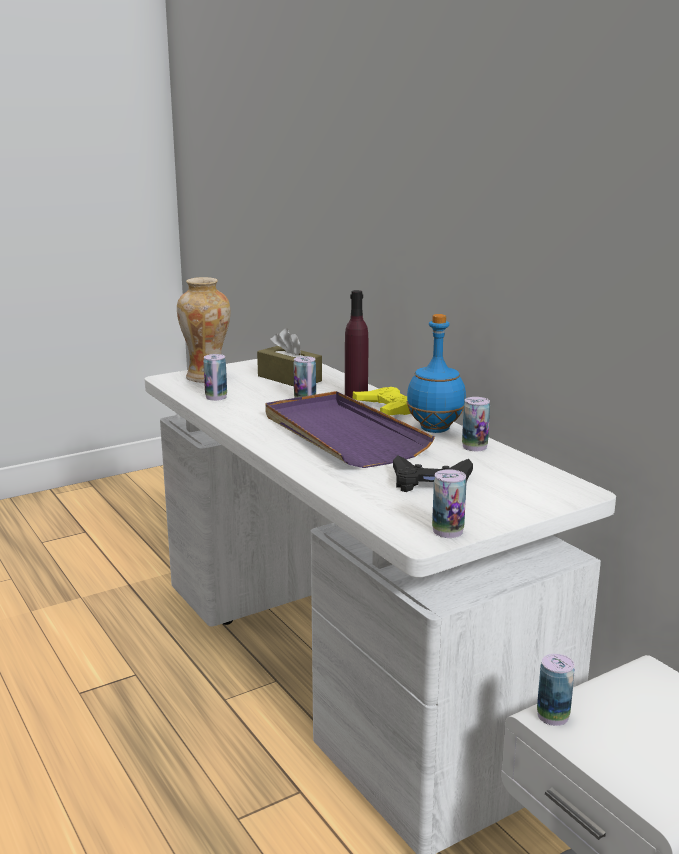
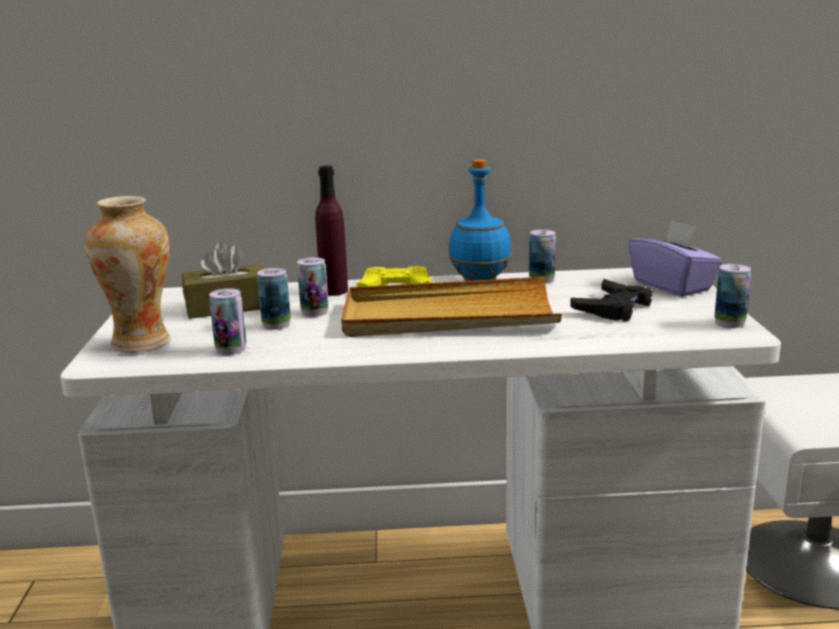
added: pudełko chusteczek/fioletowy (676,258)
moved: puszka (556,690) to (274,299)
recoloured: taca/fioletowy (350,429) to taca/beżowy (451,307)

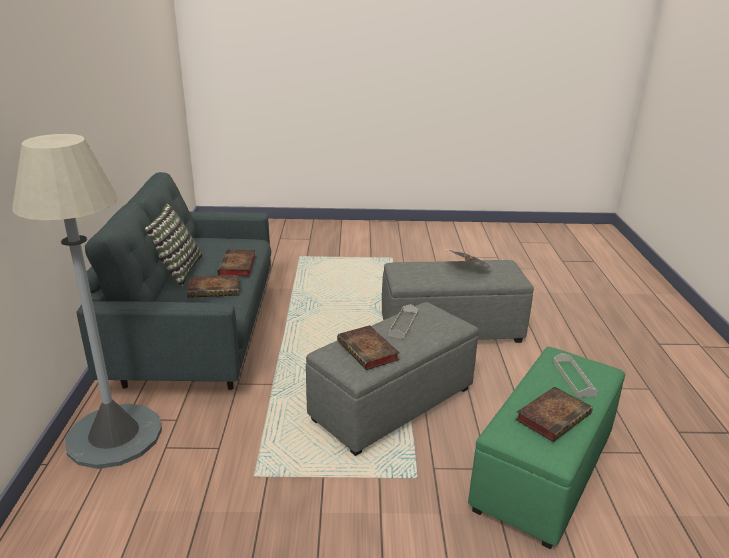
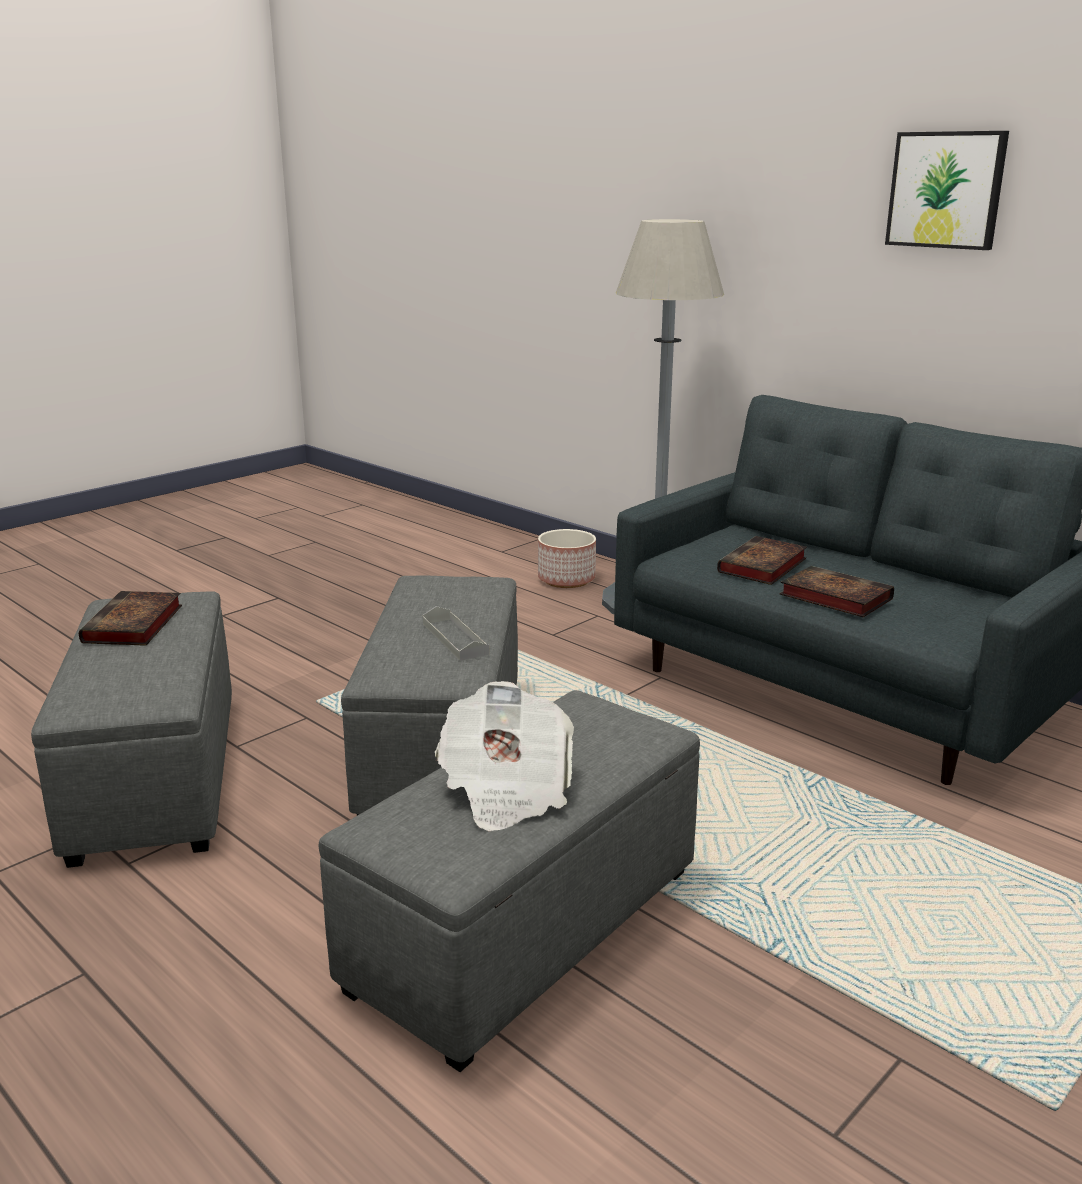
removed: poduszka (174,244); książka (368,347); taca/szary (575,375)
added: donica (567,558); obraz (947,190)
recoloured: pufa/zielony (546,448) to pufa/szary (131,729)

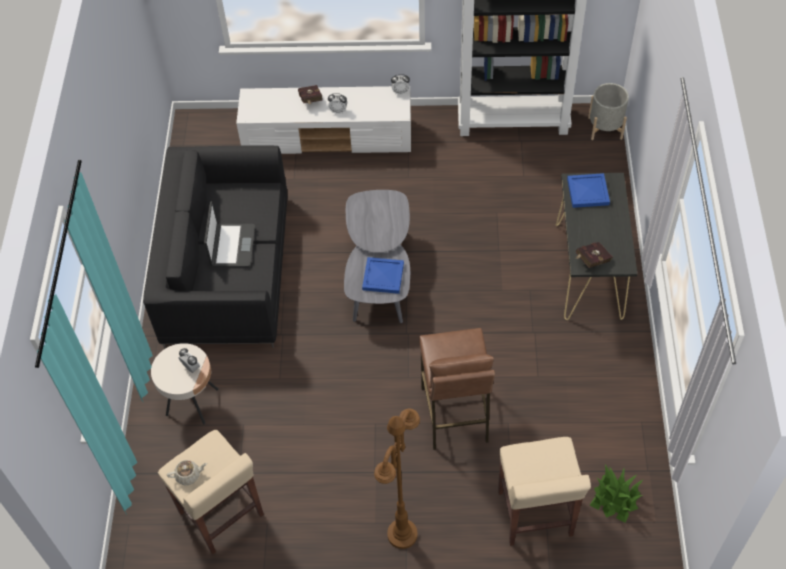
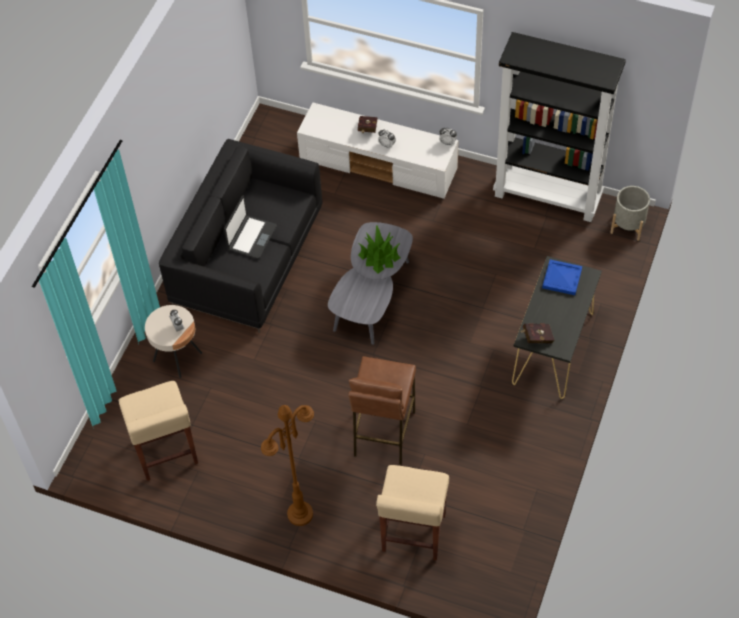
removed: imbryk/beżowy (187,472); taca/niebieski (383,275)
moved: roślina doniczkowa (616,494) to (379,249)

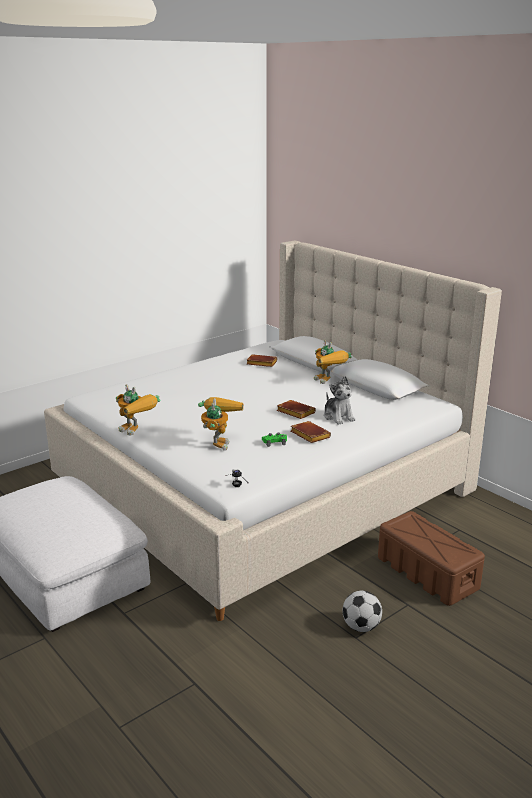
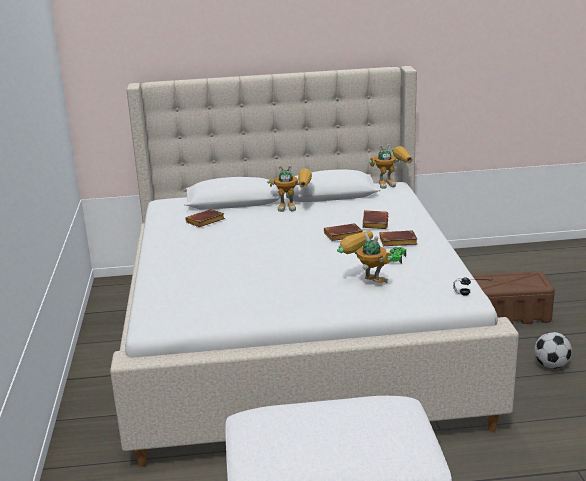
moved: robot zabawkowy (138,410) to (391,166)
replaced: pluszak (339,400) to książka/brązowy (375,219)

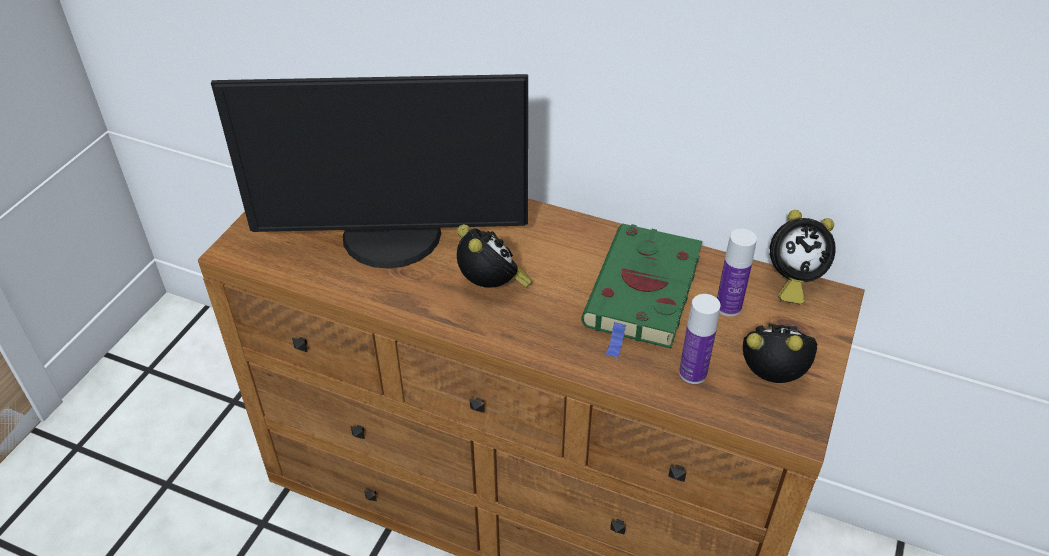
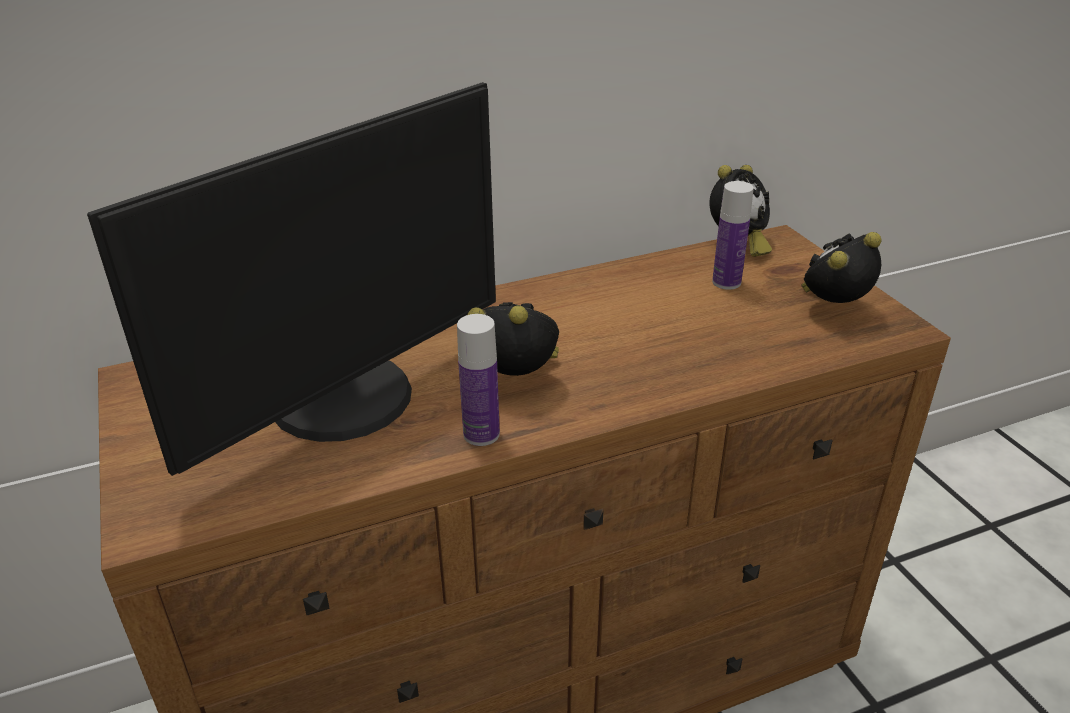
removed: książka/zielony (641,291)
moved: butelka (700,339) to (478,380)

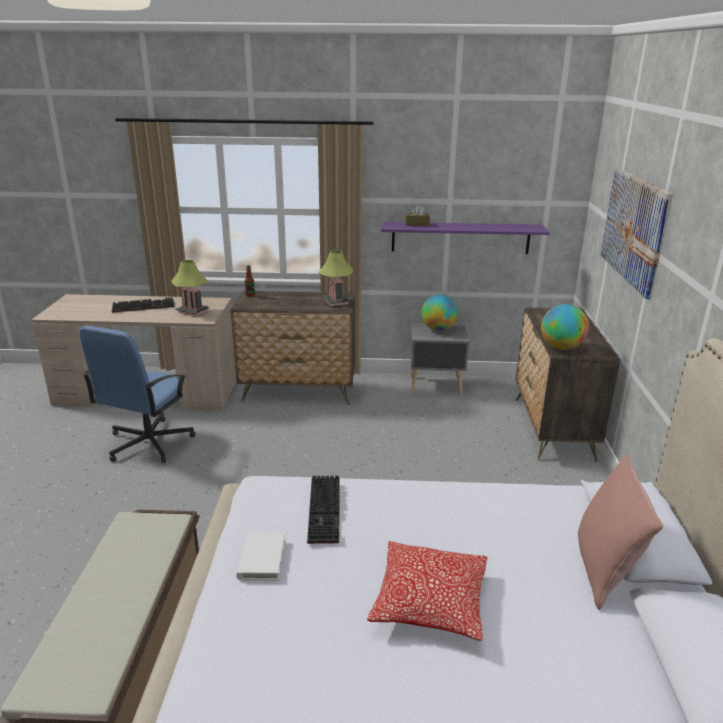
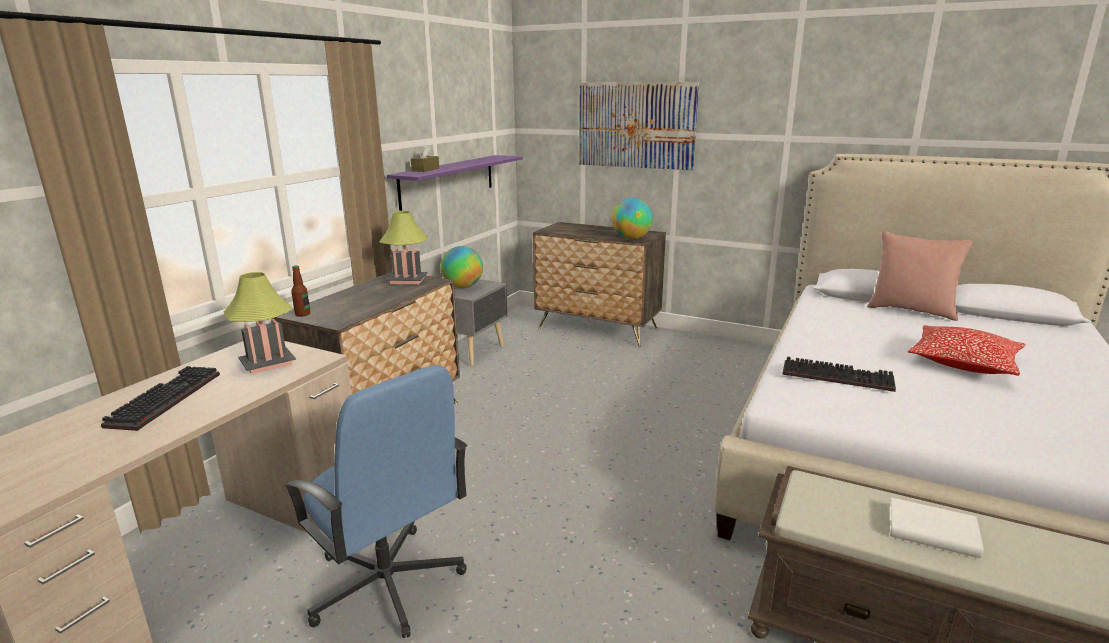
moved: książka/biały (261,556) to (936,528)

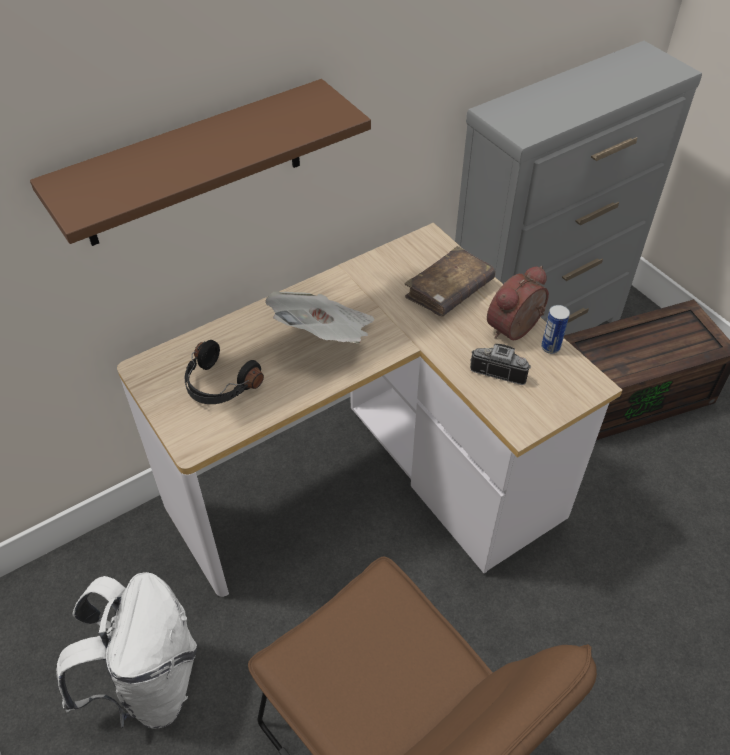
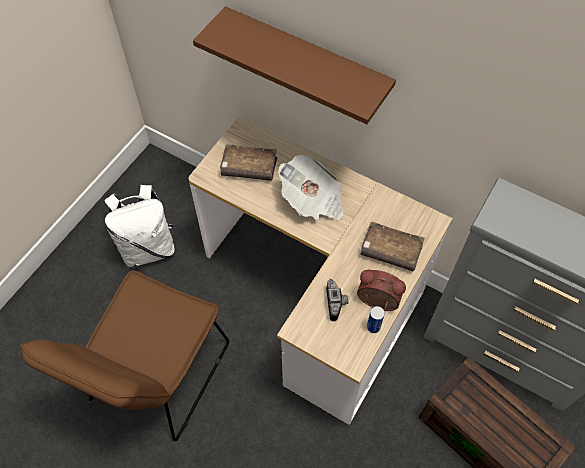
replaced: słuchawki/czarny (224,372) to książka/brązowy (248,162)

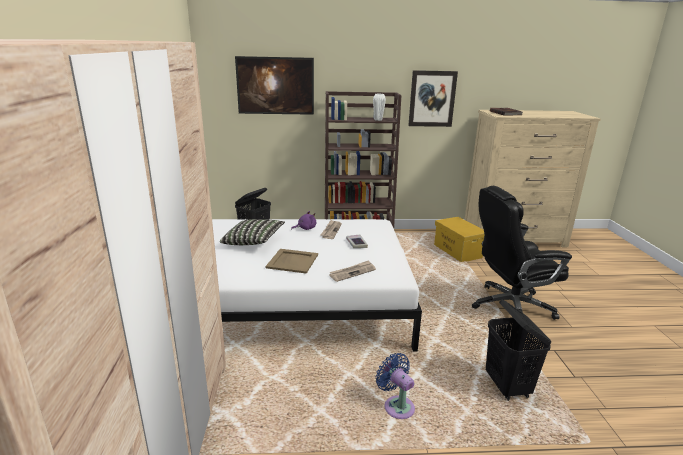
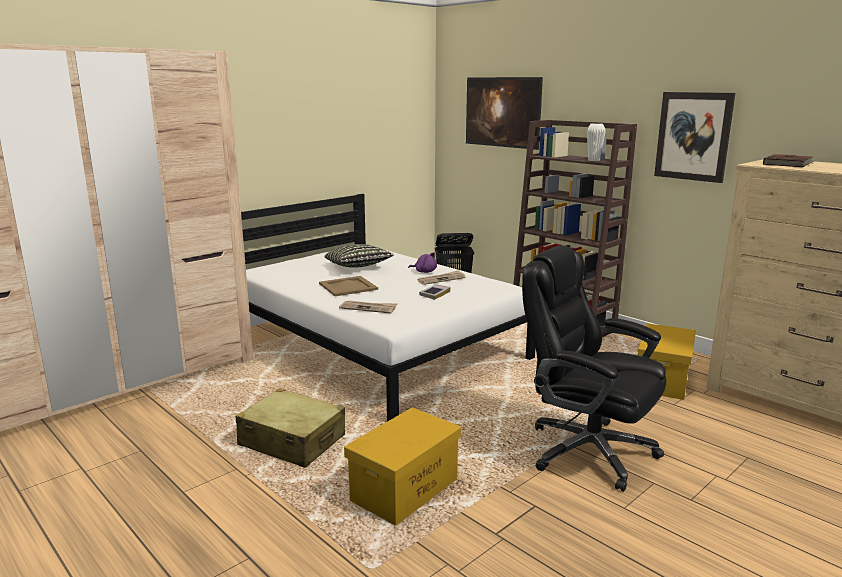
replaced: wentylator/niebieski (395,386) to walizka/beżowy (290,428); kosz na pranie/czarny (519,350) to pojemnik do przechowywania/żółty (403,466)

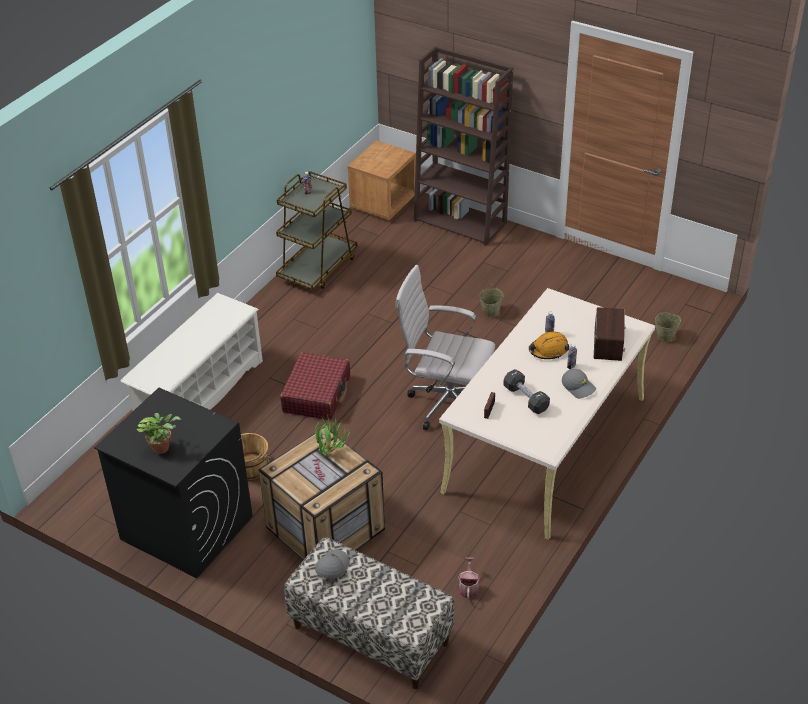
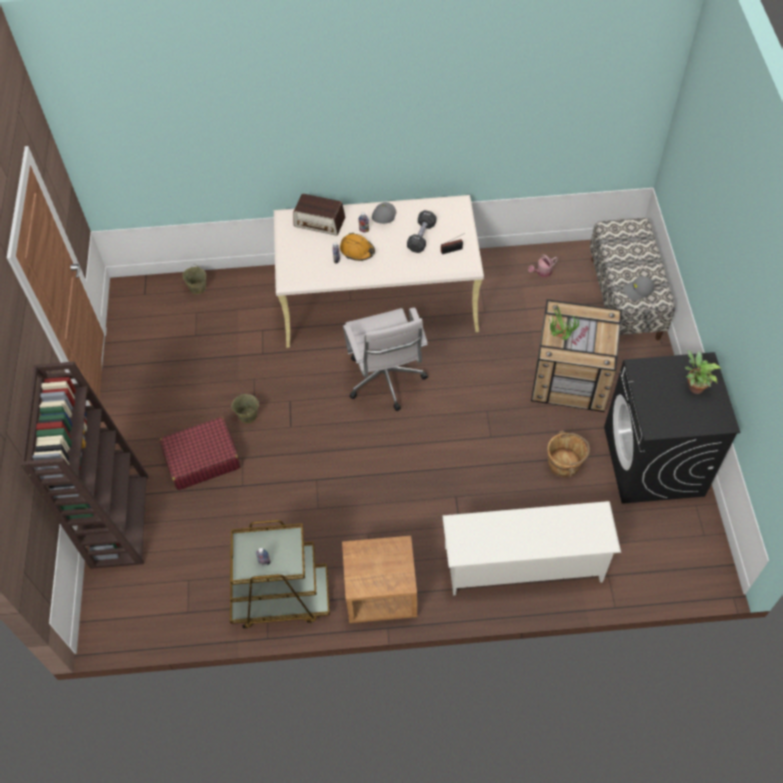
moved: walizka/czerwony (315,386) to (200,453); szafka nocna/brązowy (382,180) to (379,579)
turned: radio (610,334) = (319,214) 135 degrees counterclockwise

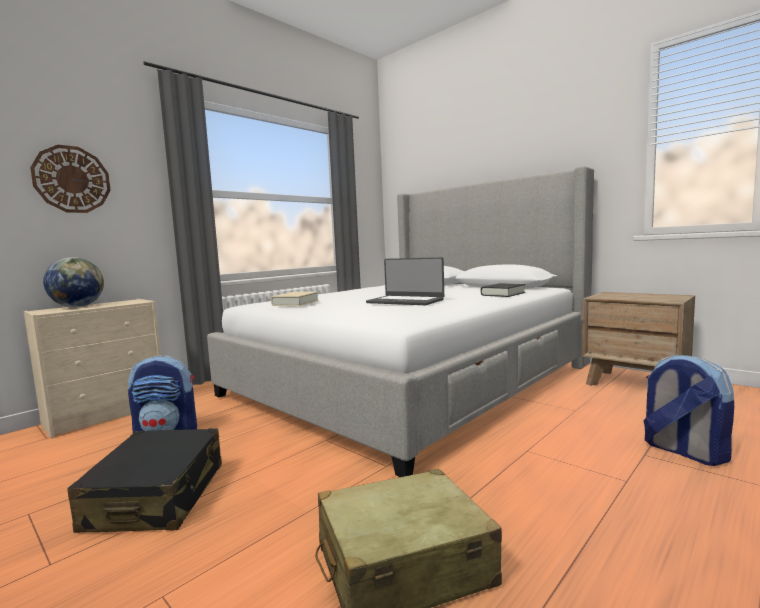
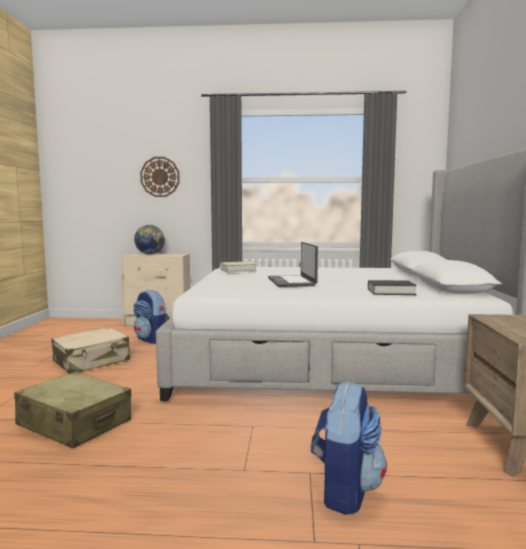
recoloured: walizka/czarny (144,480) to walizka/beżowy (90,350)

